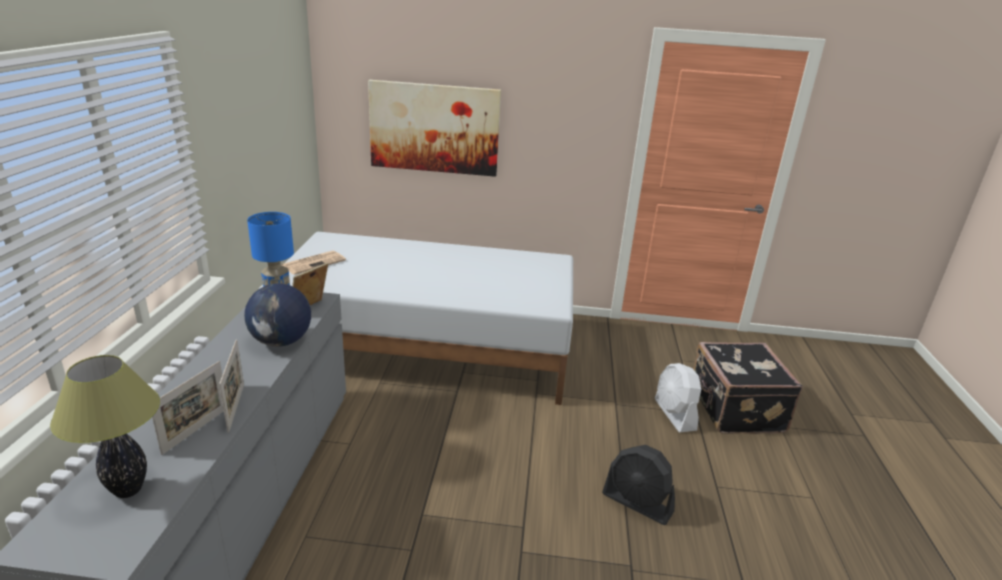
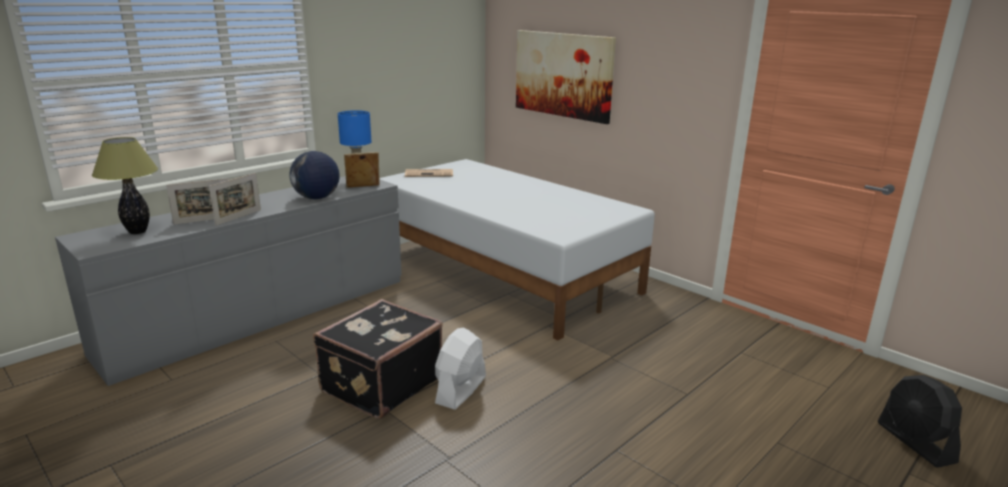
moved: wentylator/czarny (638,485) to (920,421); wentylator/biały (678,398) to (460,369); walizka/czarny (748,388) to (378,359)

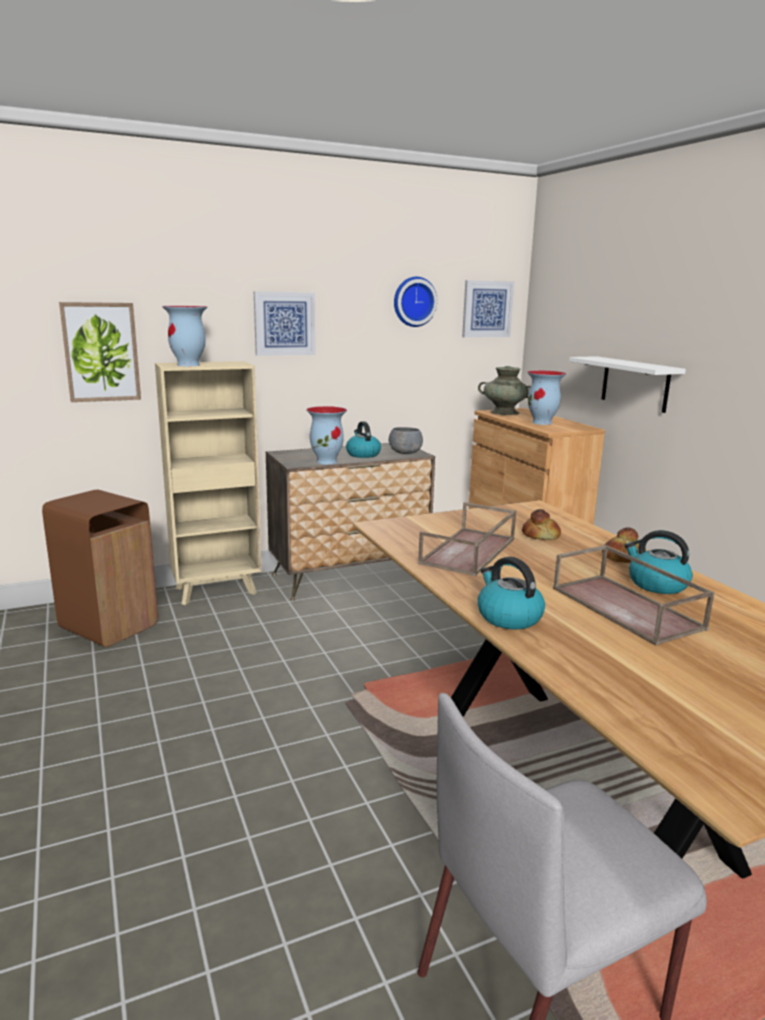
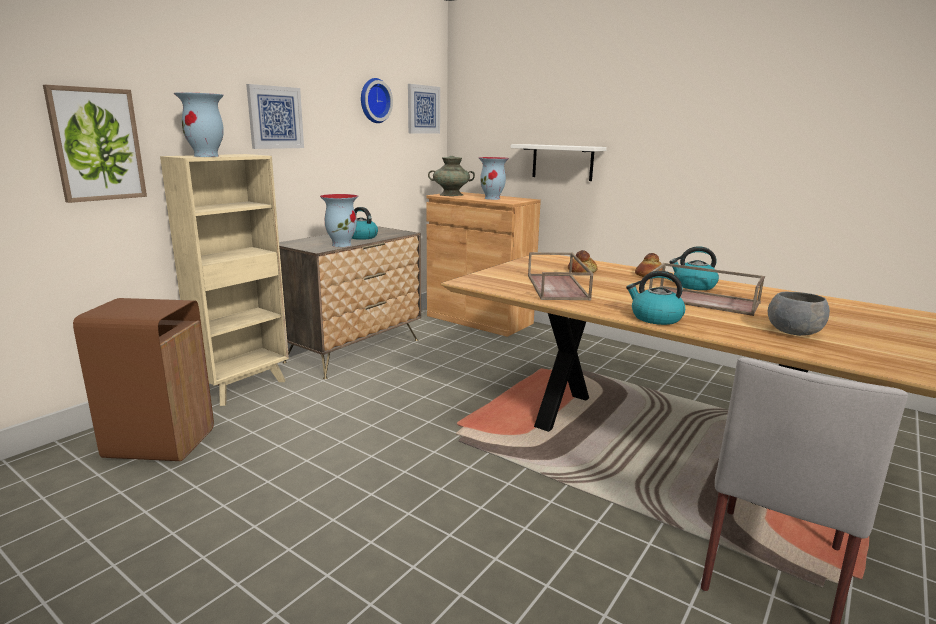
moved: miska/szary (406,440) to (799,314)

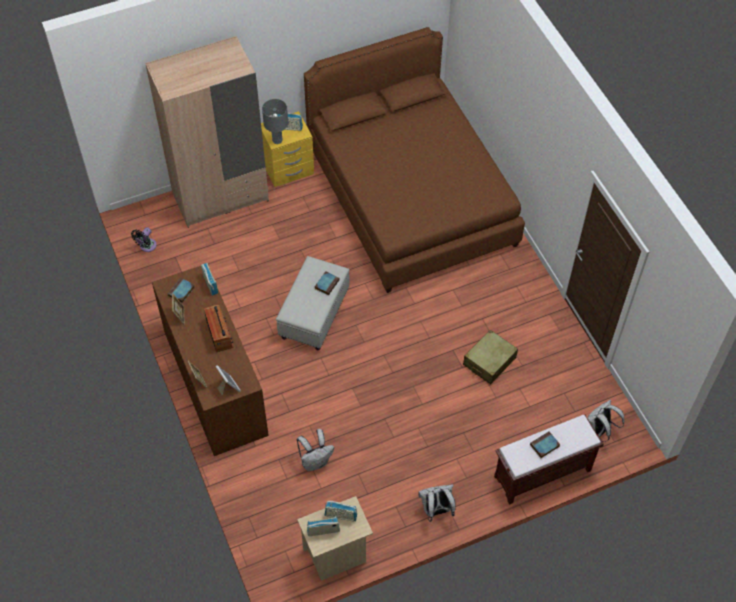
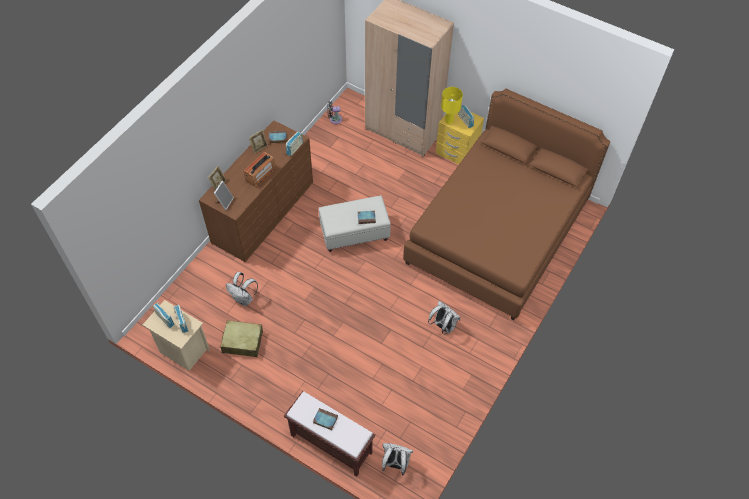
moved: plecak/biały (437,503) to (444,318); walizka/beżowy (490,357) to (241,338)
recoloured: lampa stołowa/szary (275,121) to lampa stołowa/żółty (452,105)

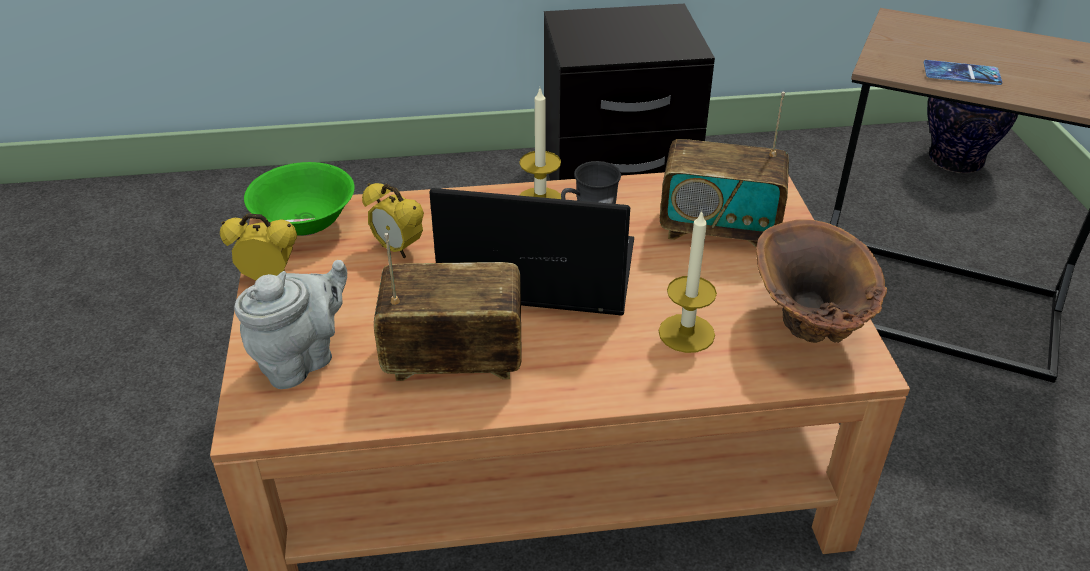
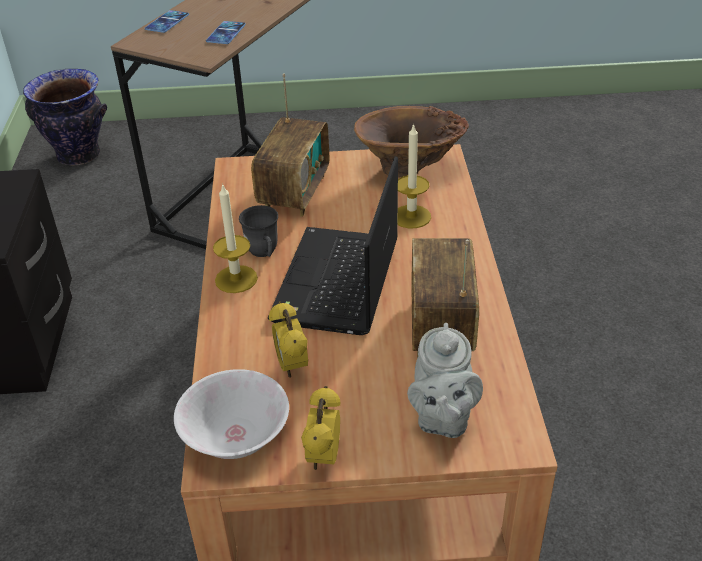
added: telefon (167,21)
recoloured: miska/zielony (299,199) to miska/biały (231,414)
turned: imbryk/szary (290,324) = (445,380) 135 degrees counterclockwise; budzik (393,220) = (288,340) 120 degrees clockwise

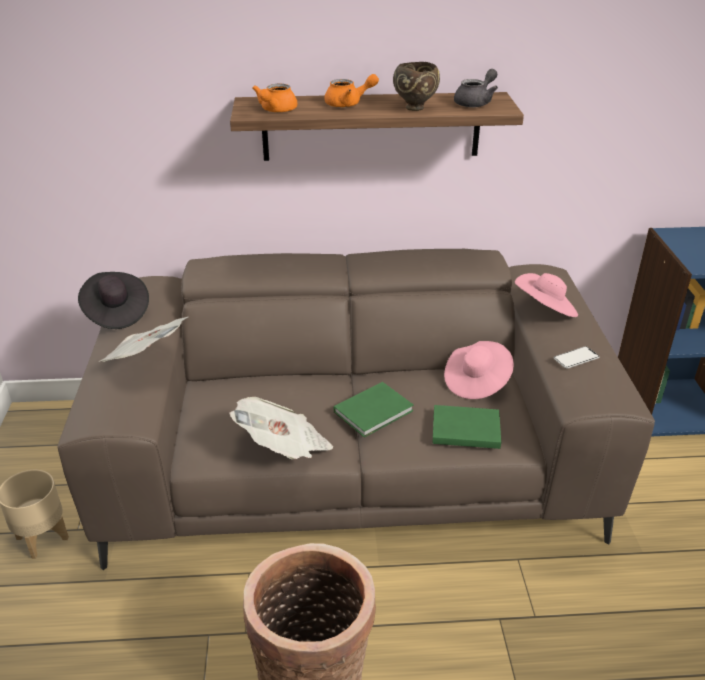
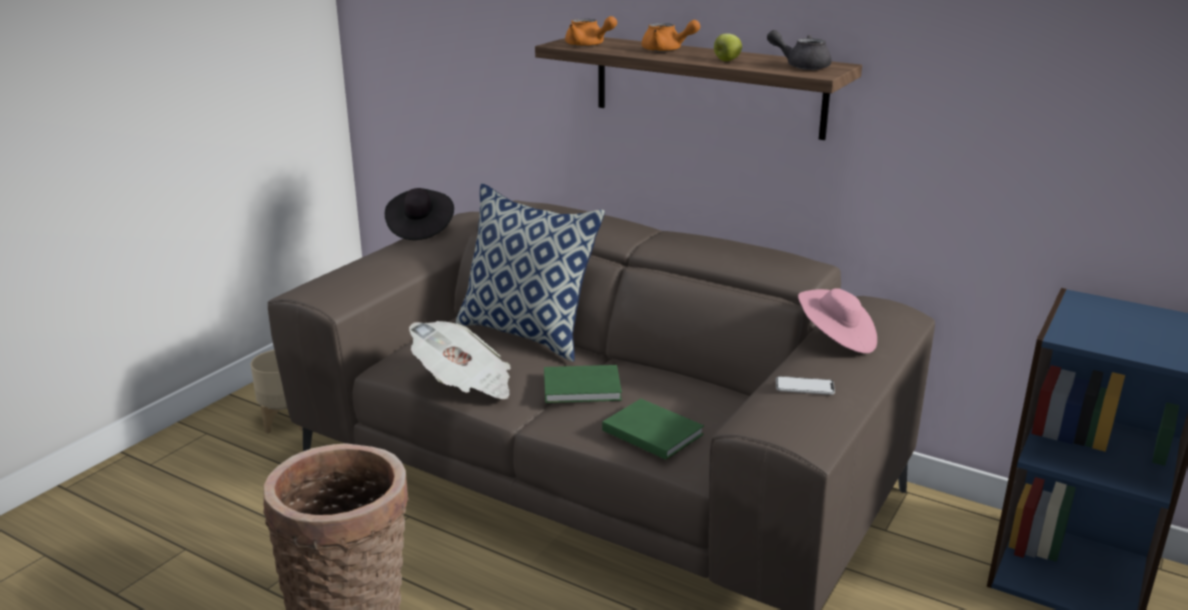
removed: gazeta (143,339); kapelusz/różowy (479,370)
added: poduszka (530,272)
replaced: miska/brązowy (416,86) to jabłko (728,47)
turned: imbryk/pomarańczowy (274,98) = (591,31) 105 degrees counterclockwise; imbryk/szary (476,88) = (799,50) 150 degrees counterclockwise

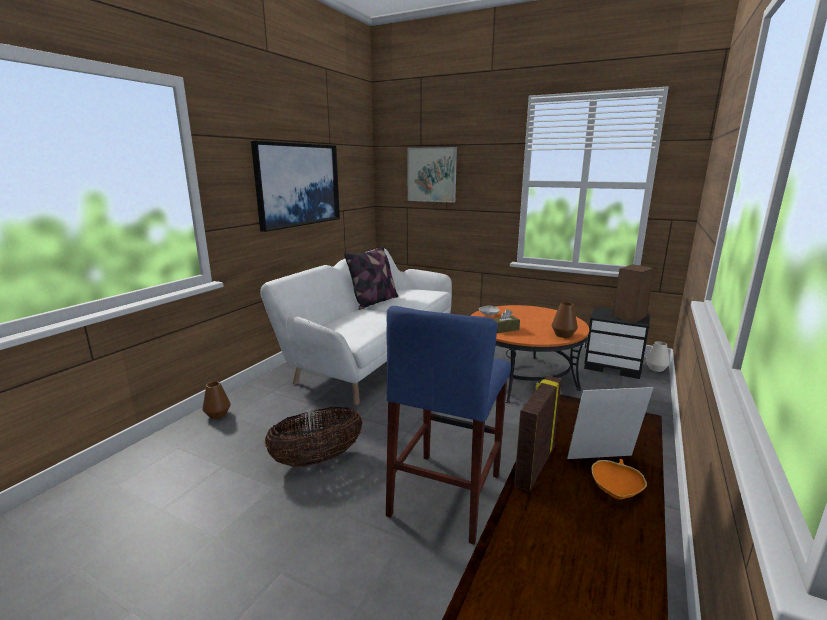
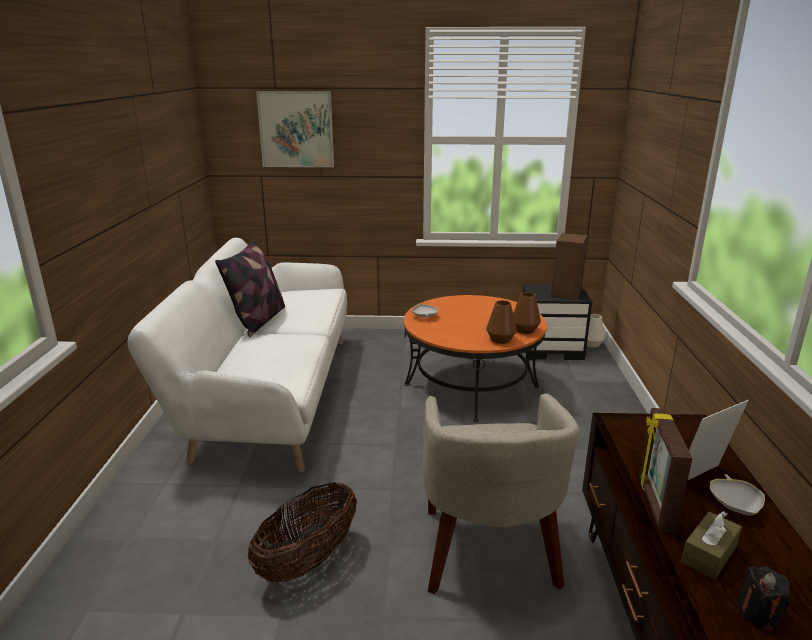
removed: obraz (295,186)
added: świeca/czarny (764,598)
moved: wazon/brązowy (216,400) to (501,322); pudełko chusteczek/brązowy (506,321) to (711,545)
replaced: stołek/niebieski (448,425) to fotel/beżowy (501,493)
recoloured: miska/pomarańczowy (619,479) to miska/biały (737,495)

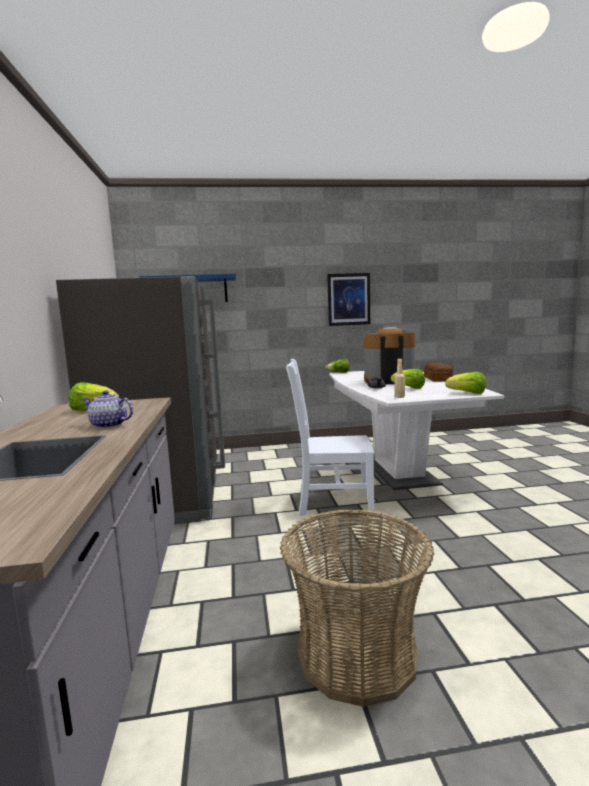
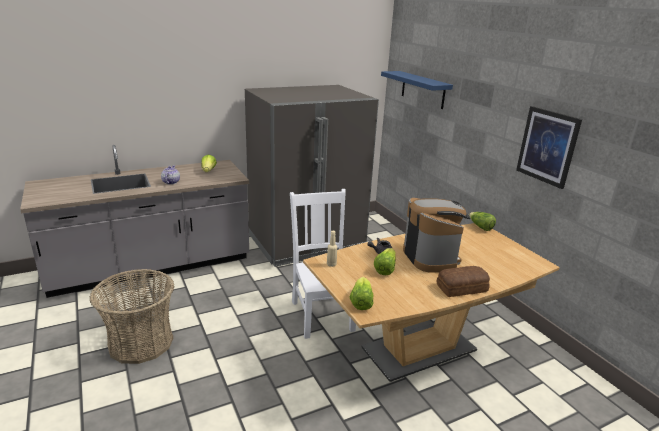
recoloured: stół jadalny/biały (416,430) to stół jadalny/brązowy (431,302)

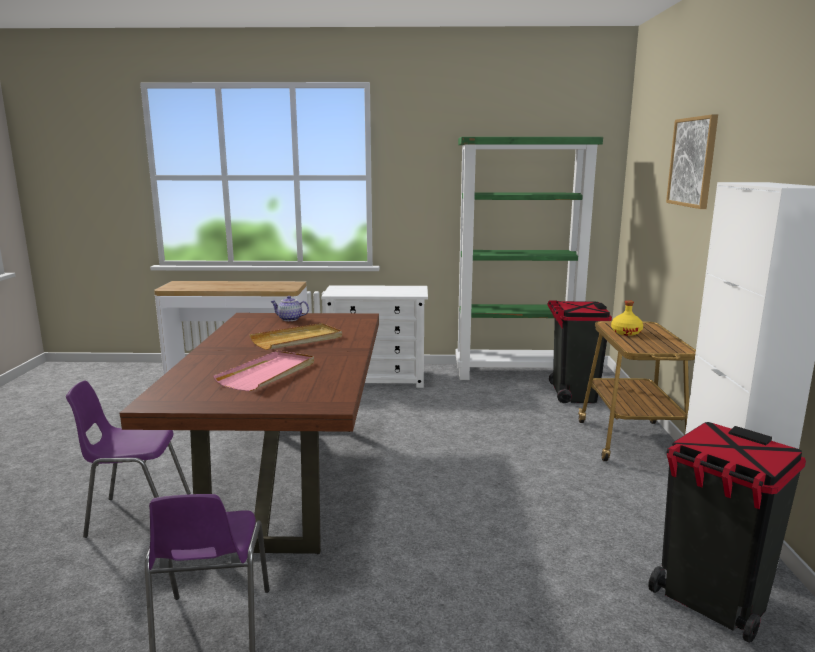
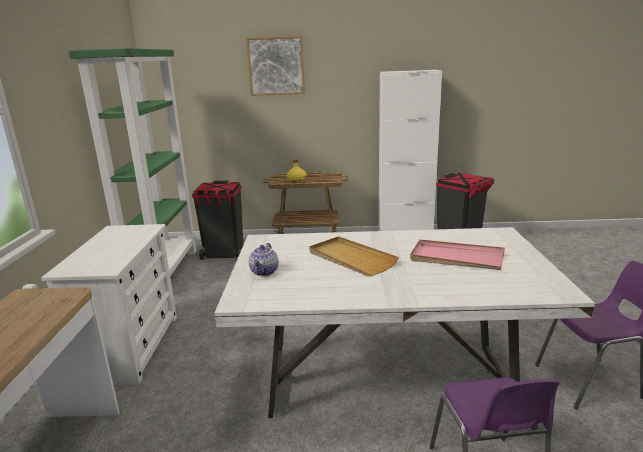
recoloured: stół jadalny/brązowy (249,433) to stół jadalny/biały (404,322)

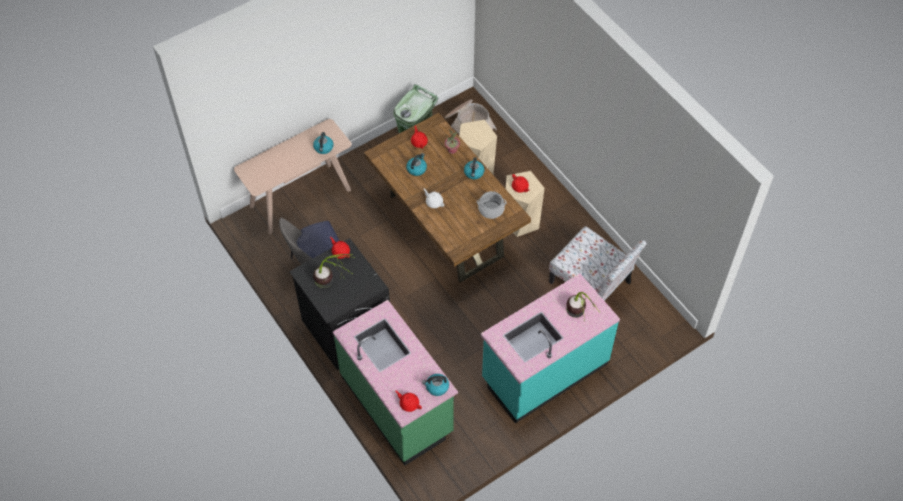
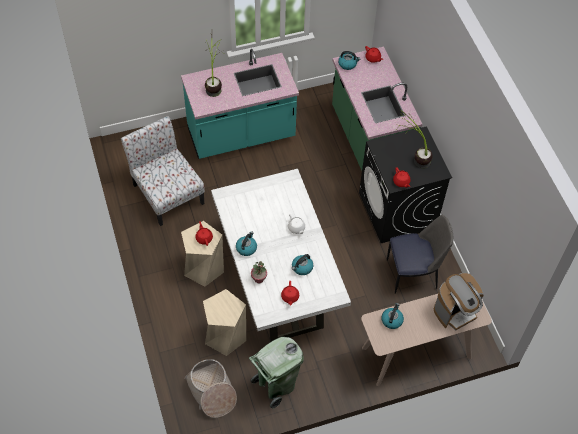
removed: garnek (492,205)
added: ekspres do kawy (459,301)
recoloured: stół jadalny/brązowy (447,197) to stół jadalny/biały (281,255)

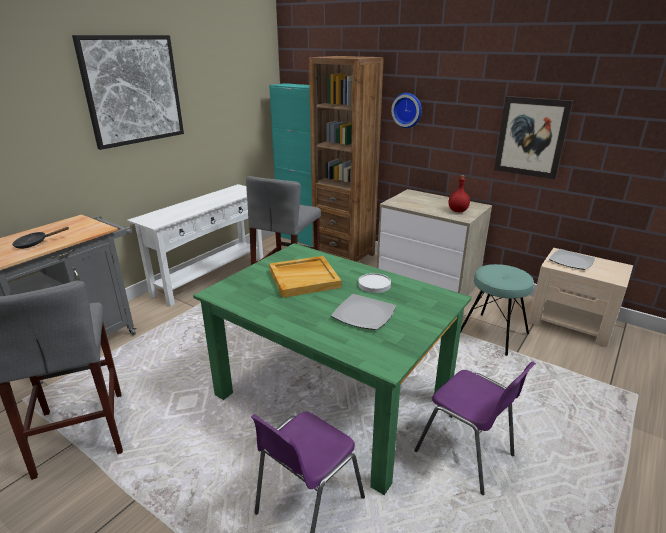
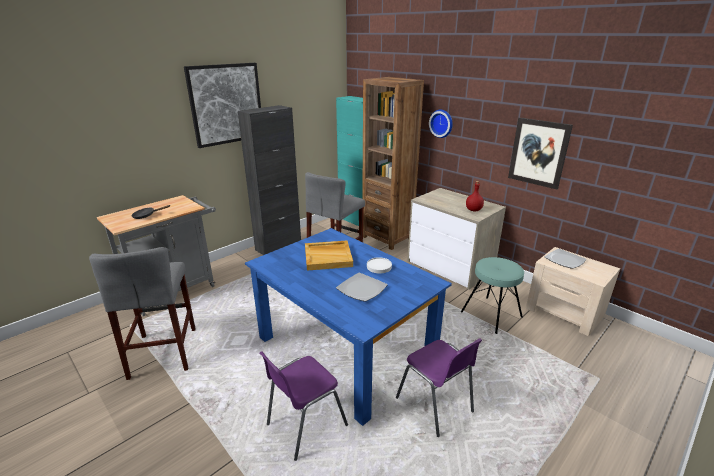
replaced: stolik konsolowy/biały (195,245) to szafka/czarny (269,180)
recoloured: stół jadalny/zielony (332,369) to stół jadalny/niebieski (348,327)

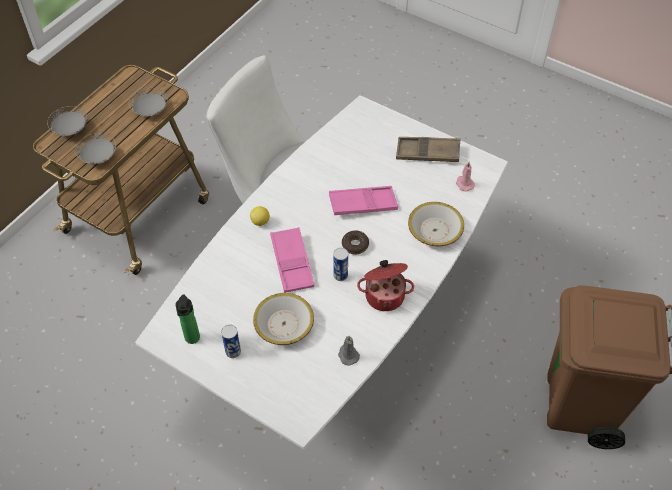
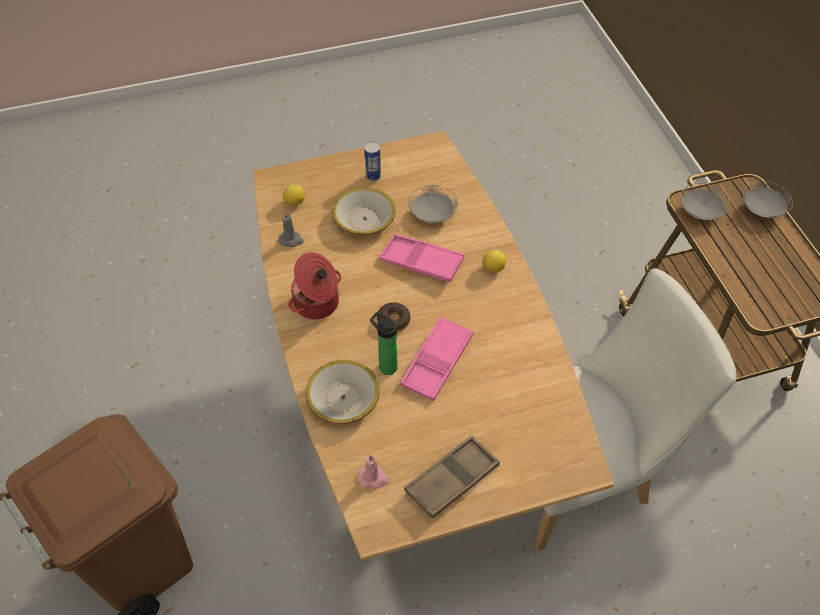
removed: puszka (340,264)
added: cytryna (294,195)
moved: talerz/szary (148,102) to (433,204); butelka (187,319) to (384,343)
recoloured: stół jadalny/biały (321,272) to stół jadalny/brązowy (433,346)

